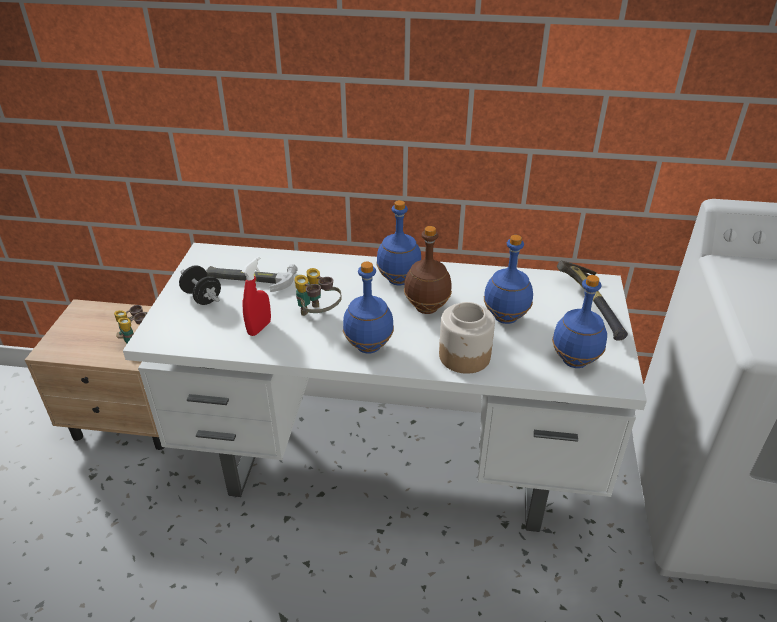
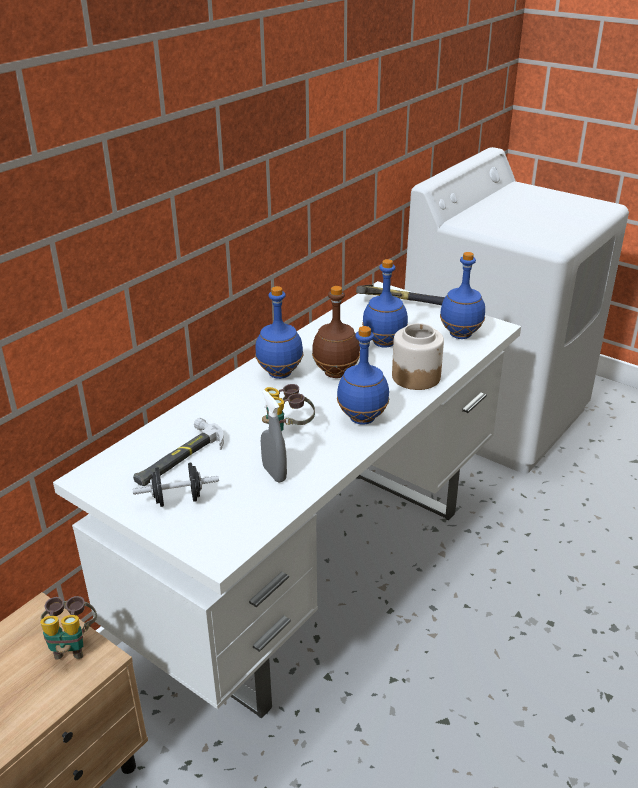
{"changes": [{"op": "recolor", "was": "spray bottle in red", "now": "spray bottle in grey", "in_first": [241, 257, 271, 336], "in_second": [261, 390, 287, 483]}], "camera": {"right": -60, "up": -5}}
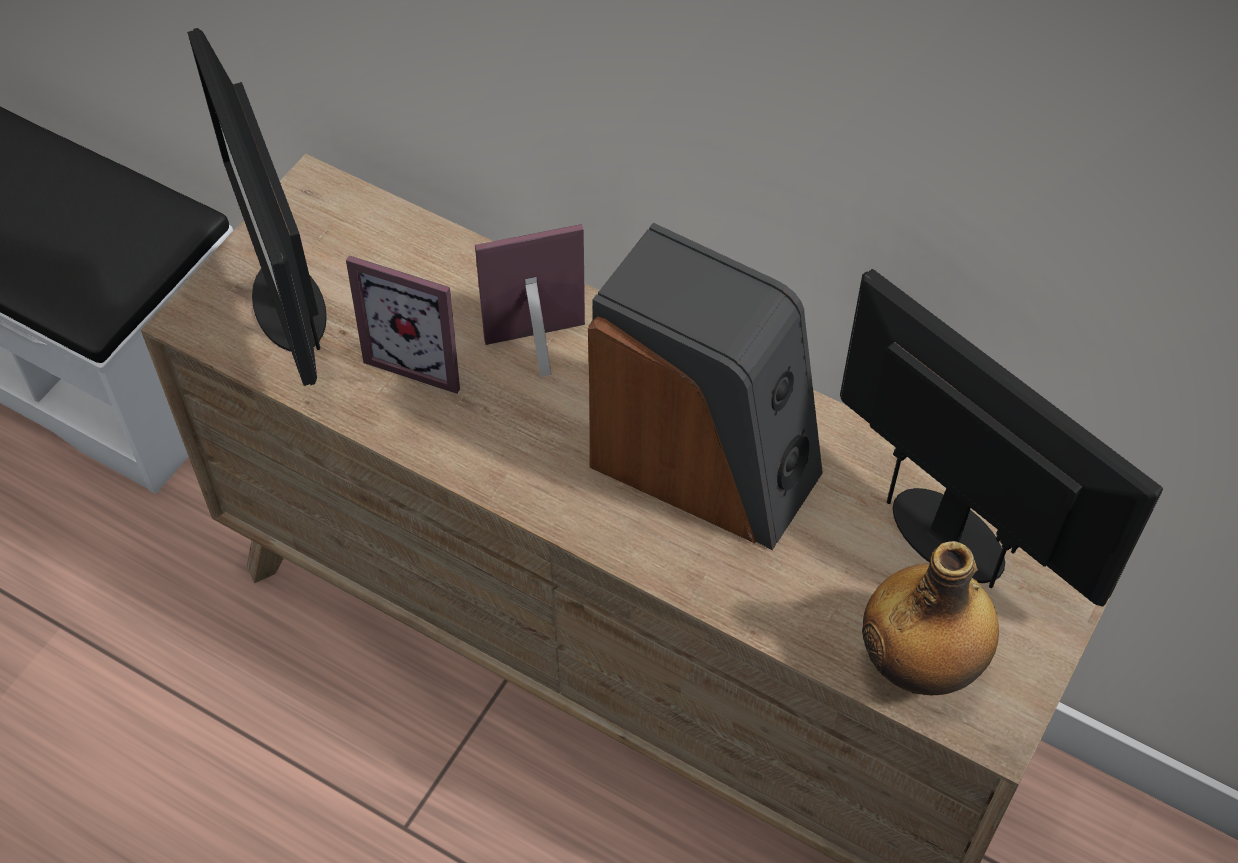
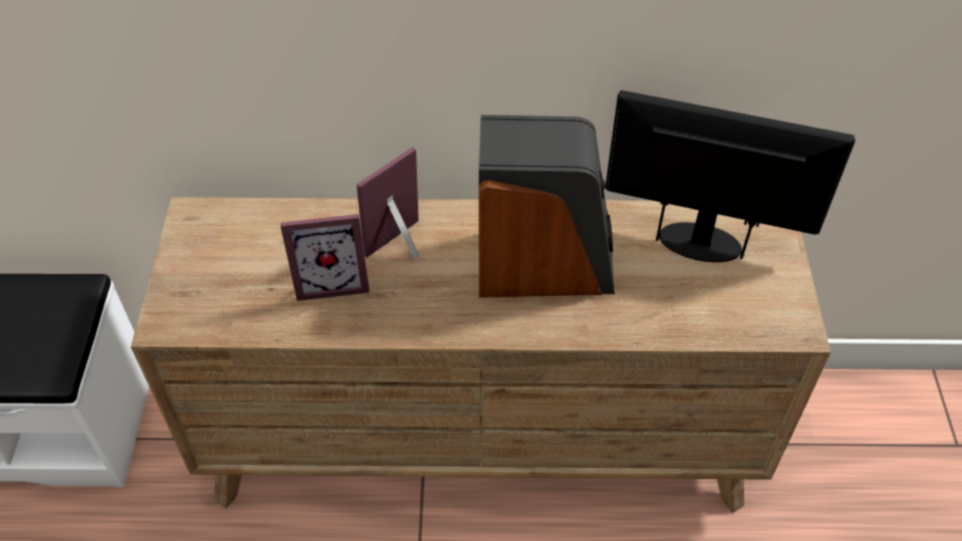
{"changes": [{"op": "delete", "was": "monitor", "in_first": [187, 28, 327, 386]}, {"op": "delete", "was": "bottle", "in_first": [862, 541, 999, 695]}], "camera": {"right": -30, "up": -5}}
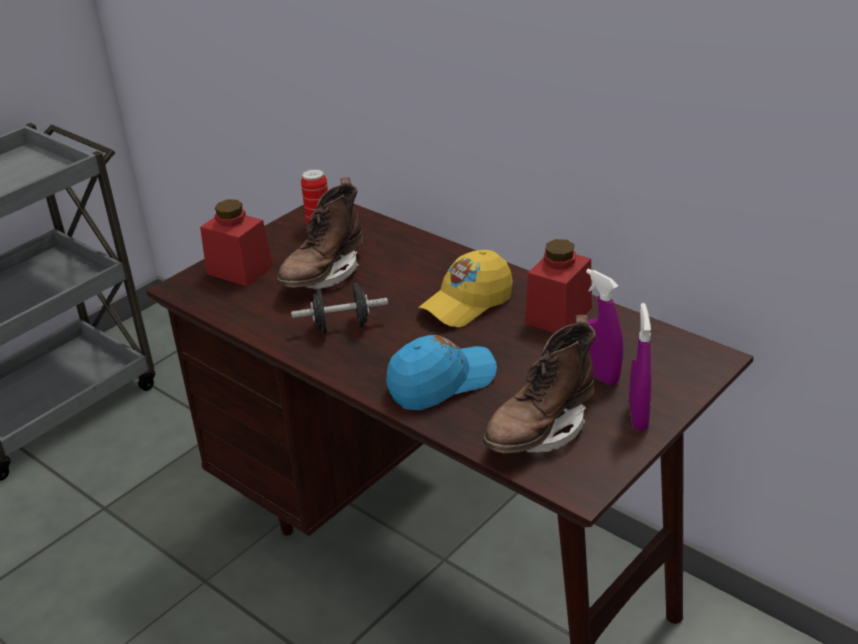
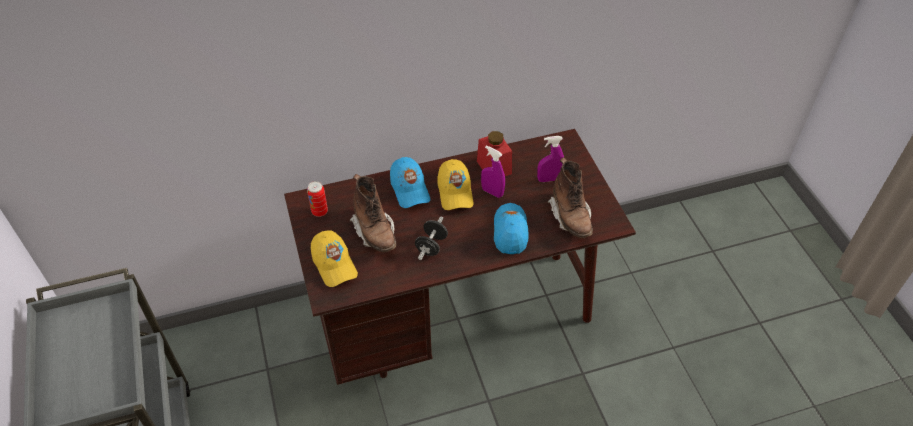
{"changes": [{"op": "replace", "was": "jar in red", "now": "cap in yellow", "in_first": [200, 200, 273, 287], "in_second": [311, 230, 358, 287]}, {"op": "insert", "now": "cap in blue", "in_second": [390, 157, 430, 208]}, {"op": "move", "was": "spray bottle in purple", "in_first": [629, 303, 652, 431], "in_second": [481, 146, 505, 198]}], "camera": {"right": -60, "up": 15}}
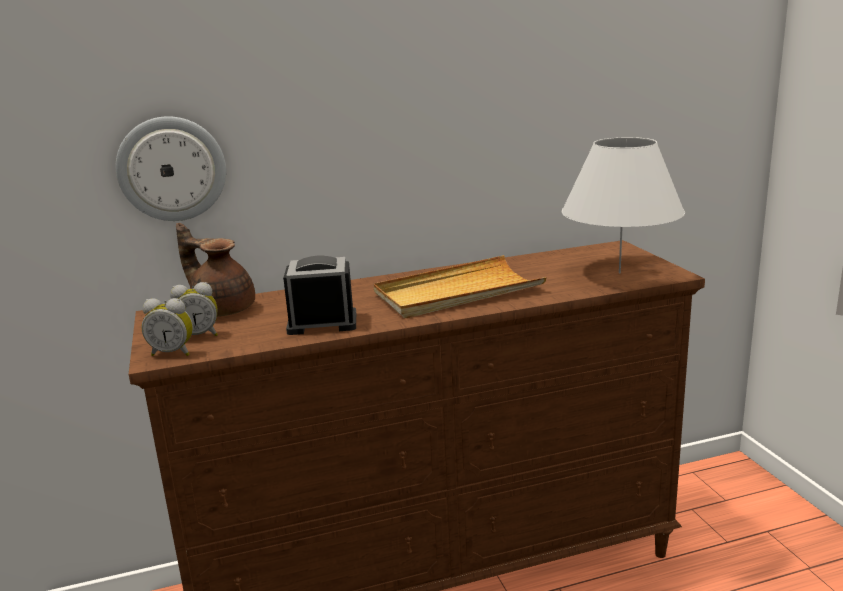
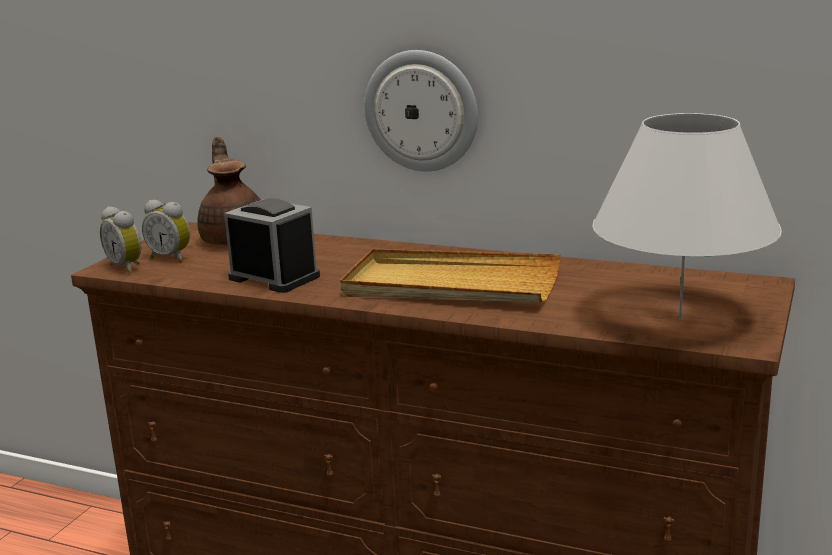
{"changes": [{"op": "move", "was": "wall clock", "in_first": [116, 116, 226, 221], "in_second": [364, 50, 478, 171]}], "camera": {"right": 40, "up": 0}}
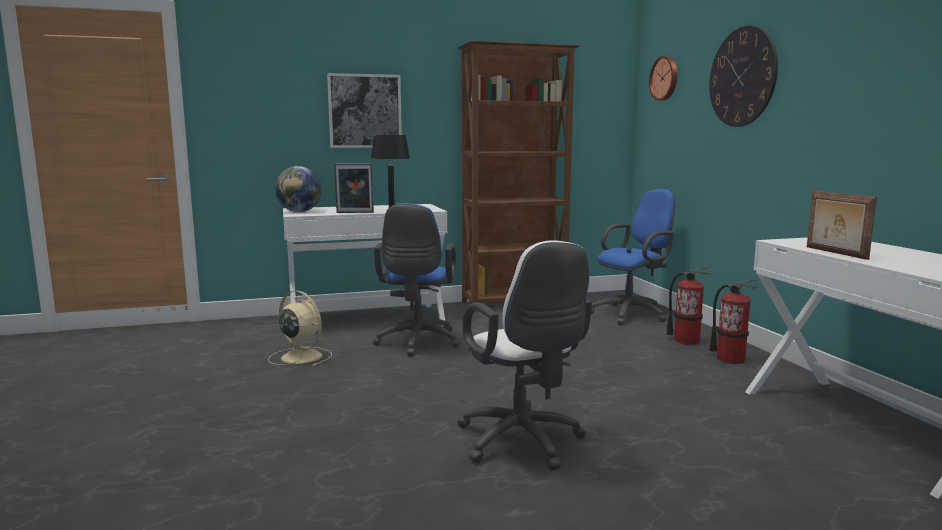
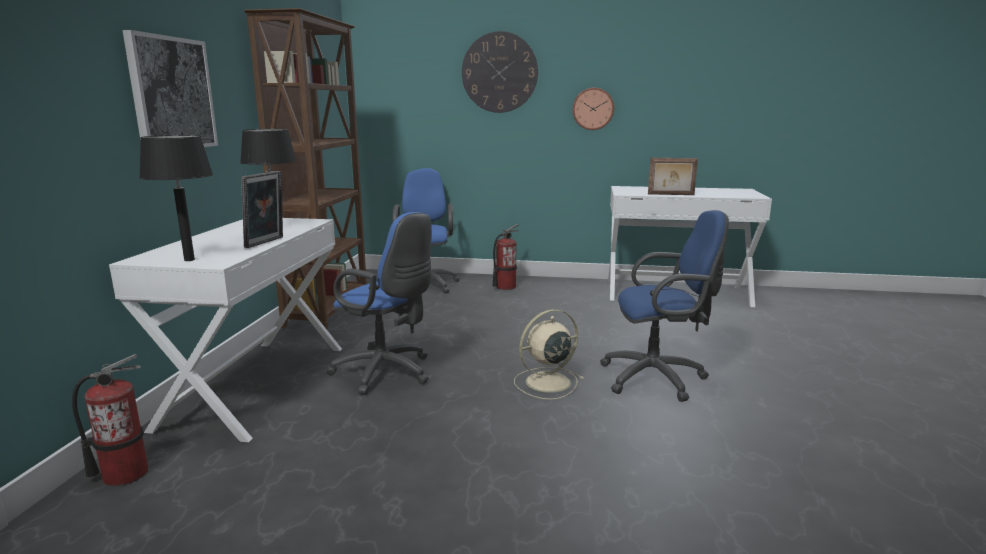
{"changes": [{"op": "move", "was": "fire extinguisher", "in_first": [709, 279, 758, 364], "in_second": [72, 354, 148, 486]}, {"op": "replace", "was": "globe", "now": "table lamp in black", "in_first": [275, 166, 322, 212], "in_second": [139, 135, 213, 261]}, {"op": "move", "was": "fan in beige", "in_first": [268, 290, 332, 366], "in_second": [514, 309, 584, 400]}, {"op": "move", "was": "wall clock", "in_first": [649, 56, 678, 101], "in_second": [573, 88, 614, 130]}, {"op": "recolor", "was": "office chair in white", "now": "office chair in blue", "in_first": [457, 240, 592, 471], "in_second": [600, 210, 729, 402]}], "camera": {"right": -65, "up": 5}}
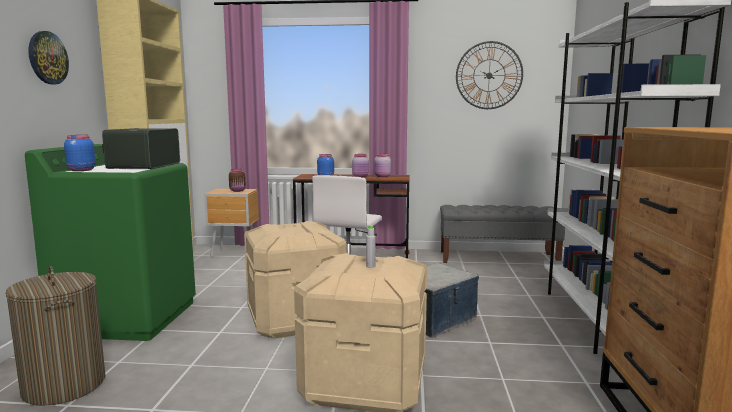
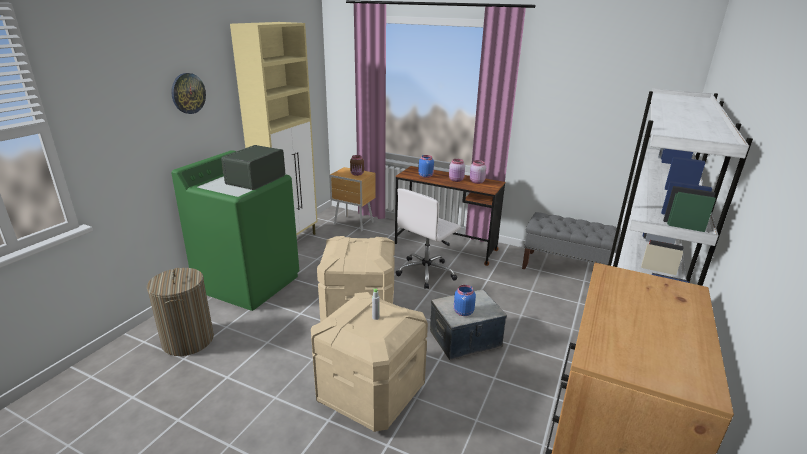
{"changes": [{"op": "move", "was": "jar in blue", "in_first": [64, 135, 96, 171], "in_second": [454, 285, 476, 316]}, {"op": "delete", "was": "wall clock", "in_first": [456, 41, 523, 109]}], "camera": {"right": 20, "up": 15}}
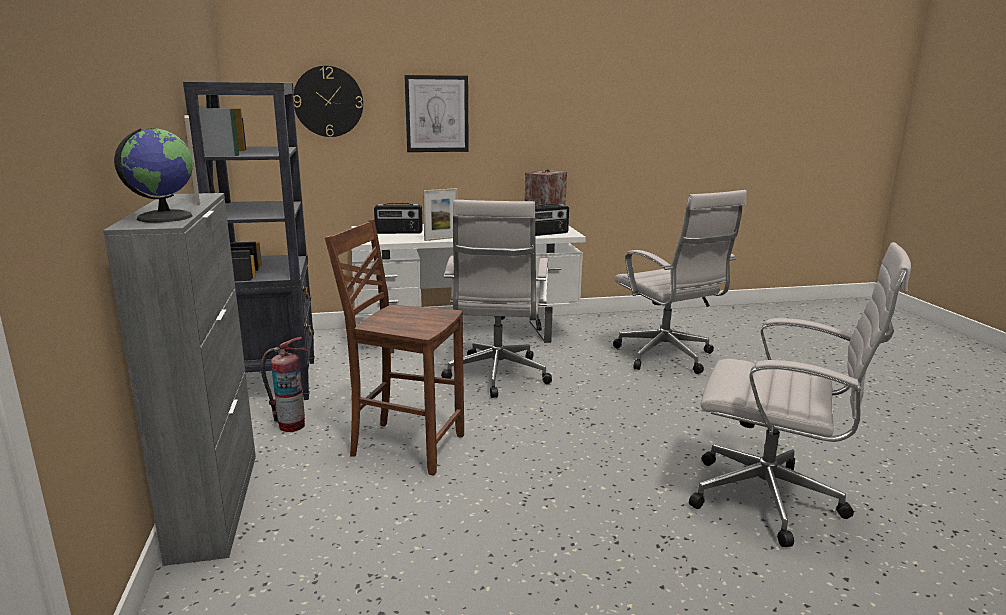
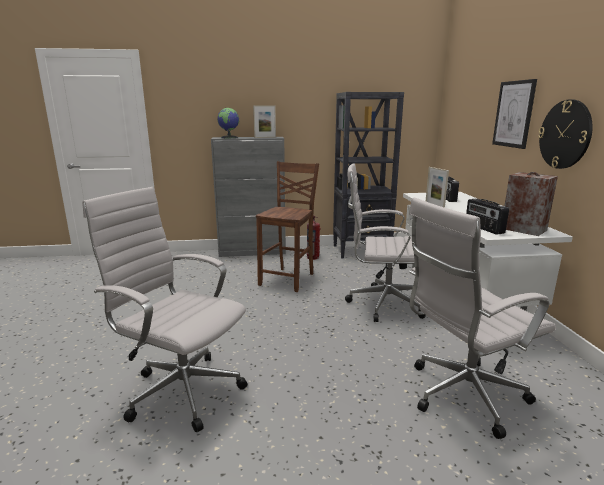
{"changes": [{"op": "rotate", "was": "office chair in white", "in_first": [689, 242, 911, 547], "in_second": [82, 187, 247, 432], "clockwise": 90}, {"op": "move", "was": "wall clock", "in_first": [293, 66, 363, 137], "in_second": [538, 100, 593, 169]}], "camera": {"right": 95, "up": 0}}
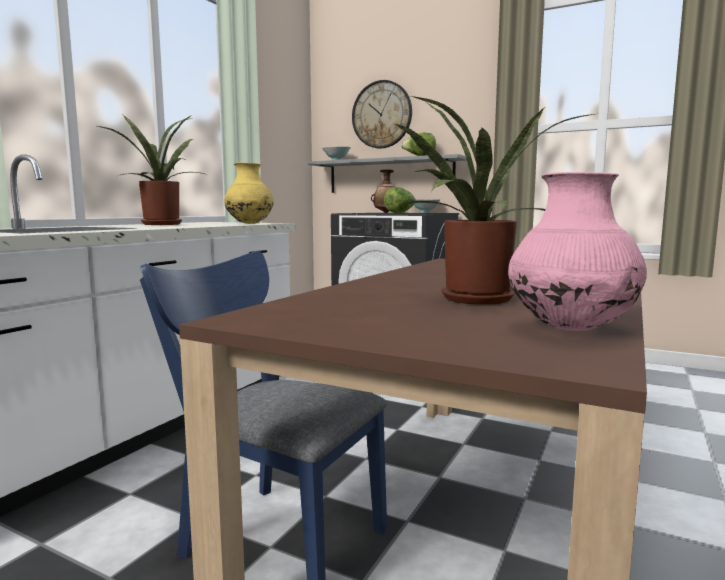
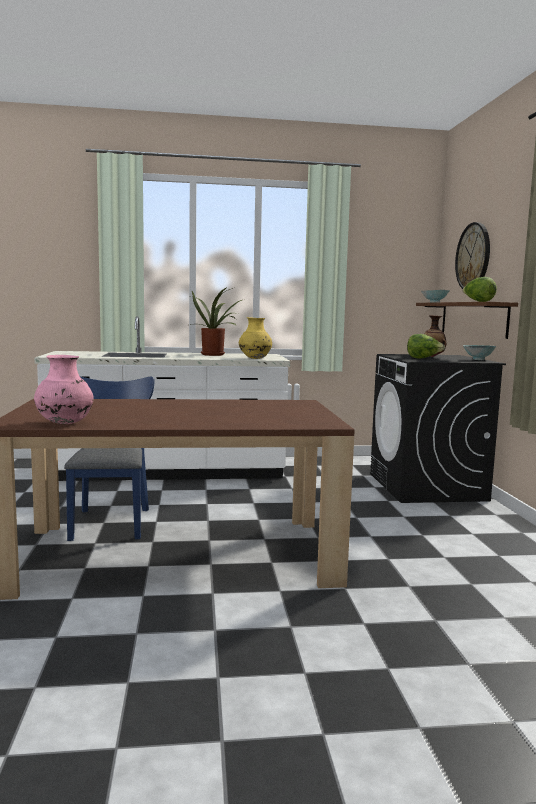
{"changes": [{"op": "recolor", "was": "shelf in grey", "now": "shelf in brown", "in_first": [308, 154, 467, 193], "in_second": [416, 302, 518, 339]}, {"op": "delete", "was": "potted plant", "in_first": [395, 96, 594, 305]}], "camera": {"right": 55, "up": 0}}
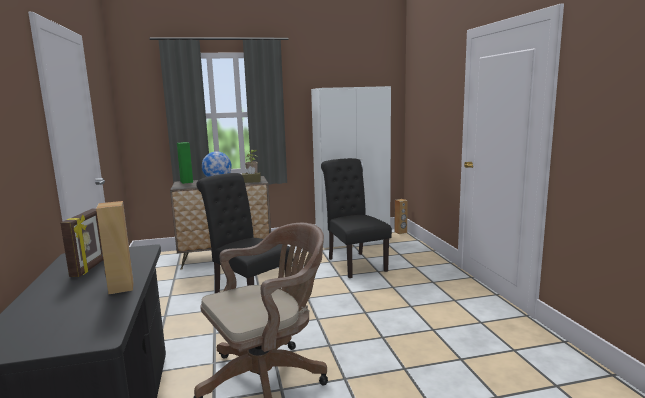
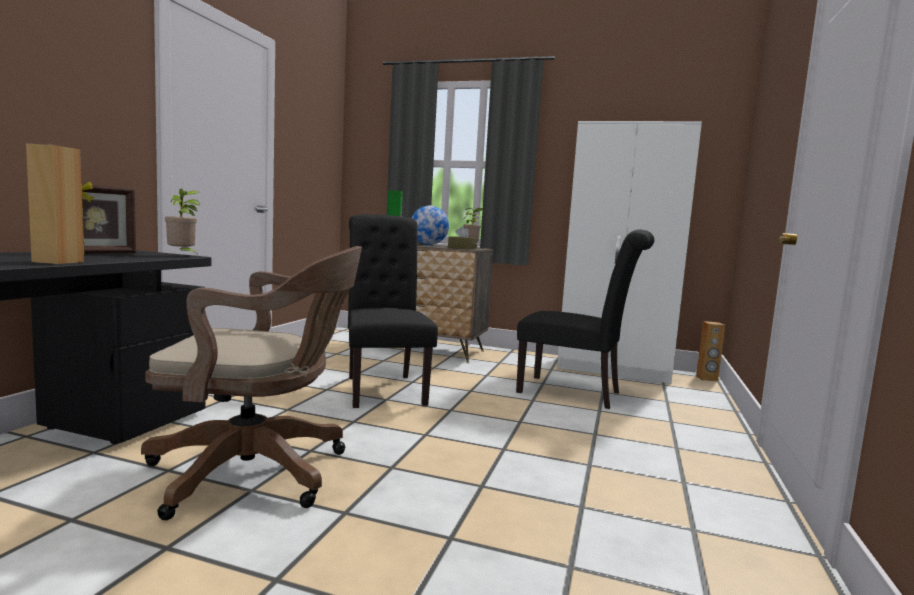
{"changes": [{"op": "insert", "now": "potted plant", "in_second": [165, 188, 200, 255]}, {"op": "rotate", "was": "chair in black", "in_first": [321, 158, 392, 278], "in_second": [516, 230, 654, 409], "clockwise": 105}], "camera": {"right": 30, "up": -5}}
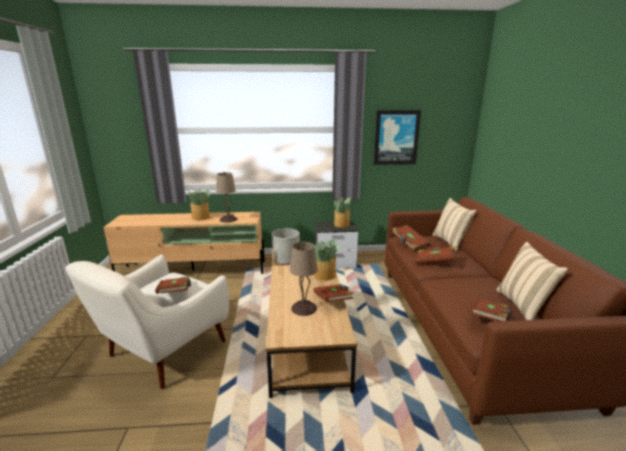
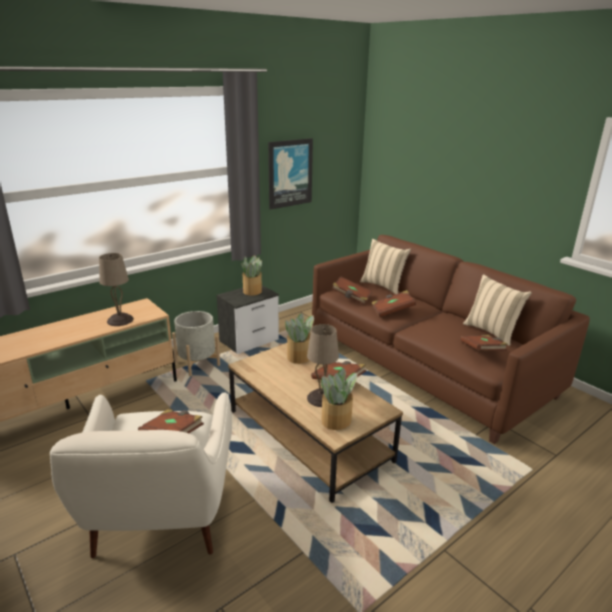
{"changes": [{"op": "move", "was": "potted plant", "in_first": [188, 189, 210, 220], "in_second": [321, 368, 357, 430]}], "camera": {"right": -35, "up": 5}}
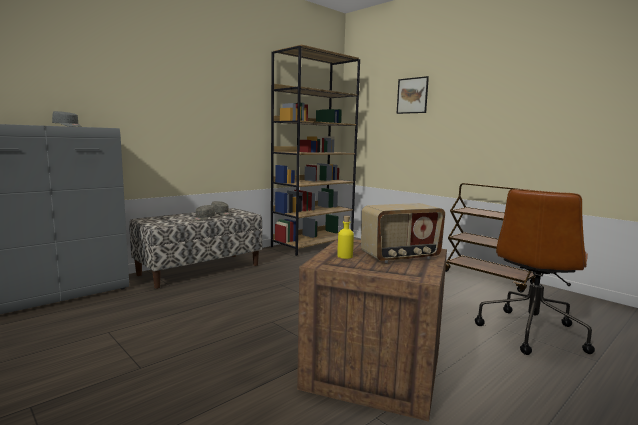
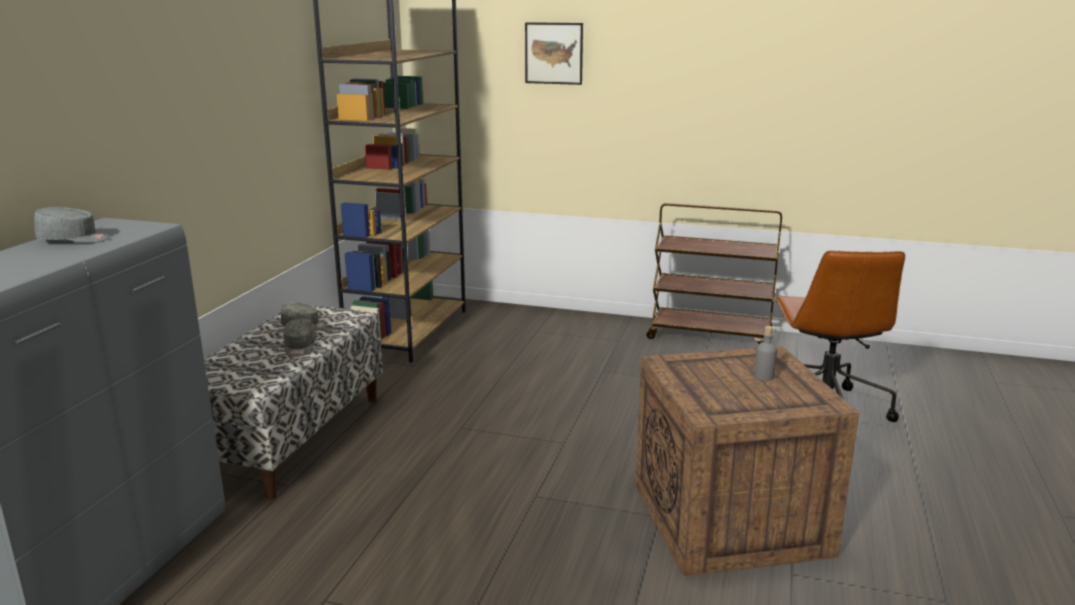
{"changes": [{"op": "replace", "was": "radio", "now": "bottle in grey", "in_first": [361, 203, 445, 263], "in_second": [754, 326, 777, 381]}, {"op": "delete", "was": "bottle in yellow", "in_first": [337, 215, 354, 259]}], "camera": {"right": -30, "up": 10}}
